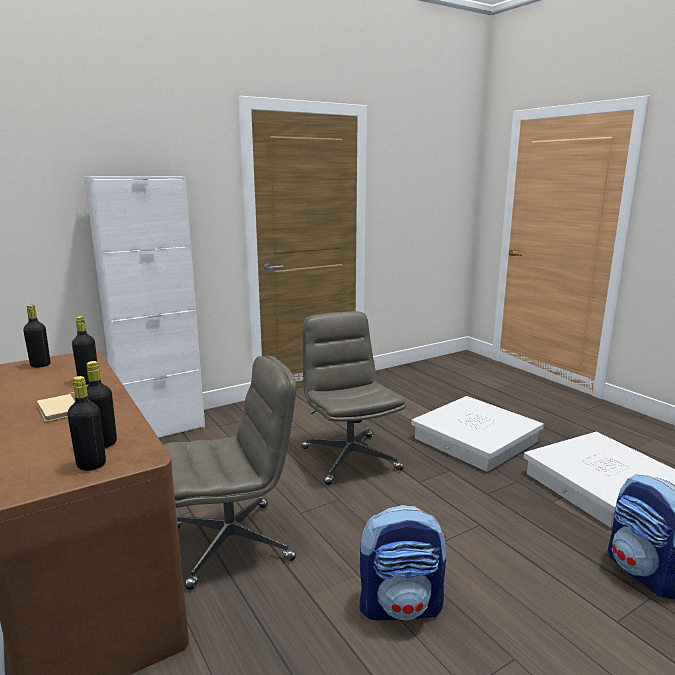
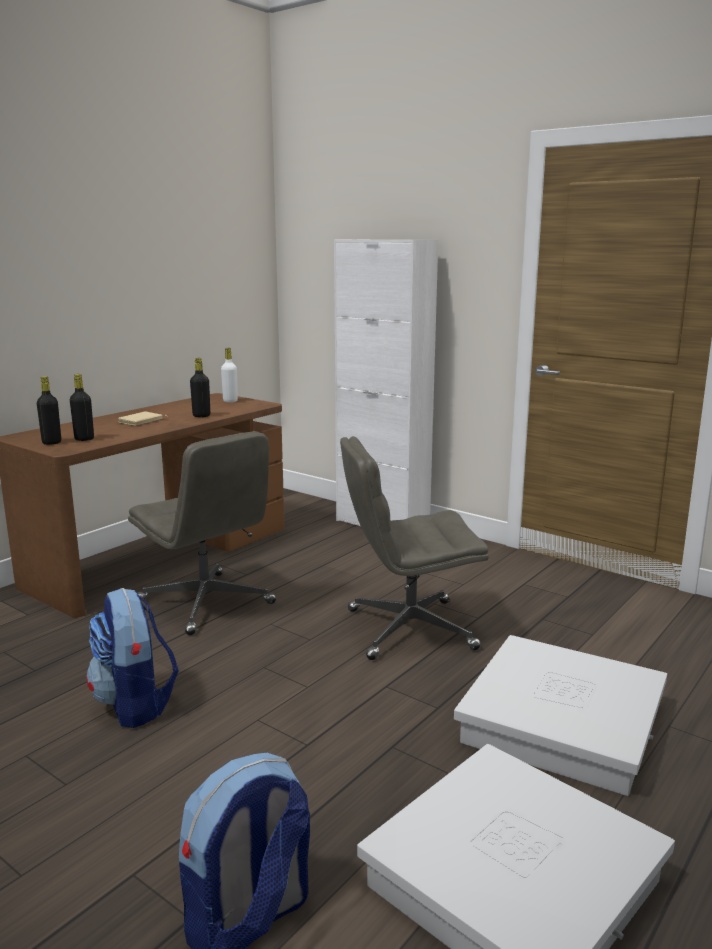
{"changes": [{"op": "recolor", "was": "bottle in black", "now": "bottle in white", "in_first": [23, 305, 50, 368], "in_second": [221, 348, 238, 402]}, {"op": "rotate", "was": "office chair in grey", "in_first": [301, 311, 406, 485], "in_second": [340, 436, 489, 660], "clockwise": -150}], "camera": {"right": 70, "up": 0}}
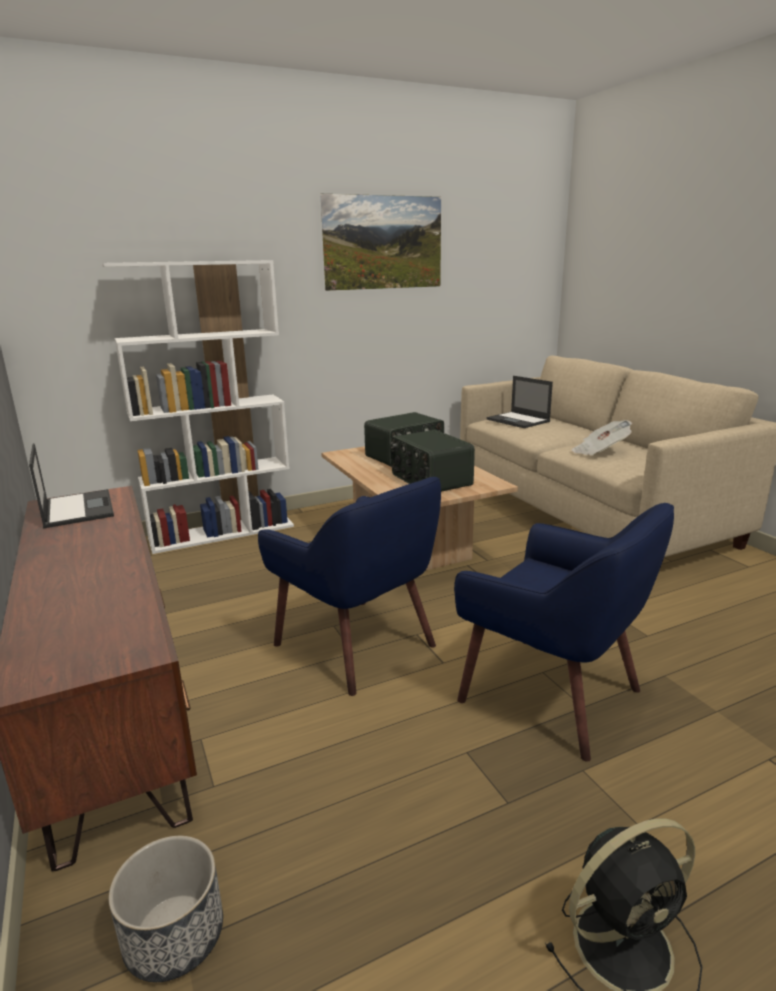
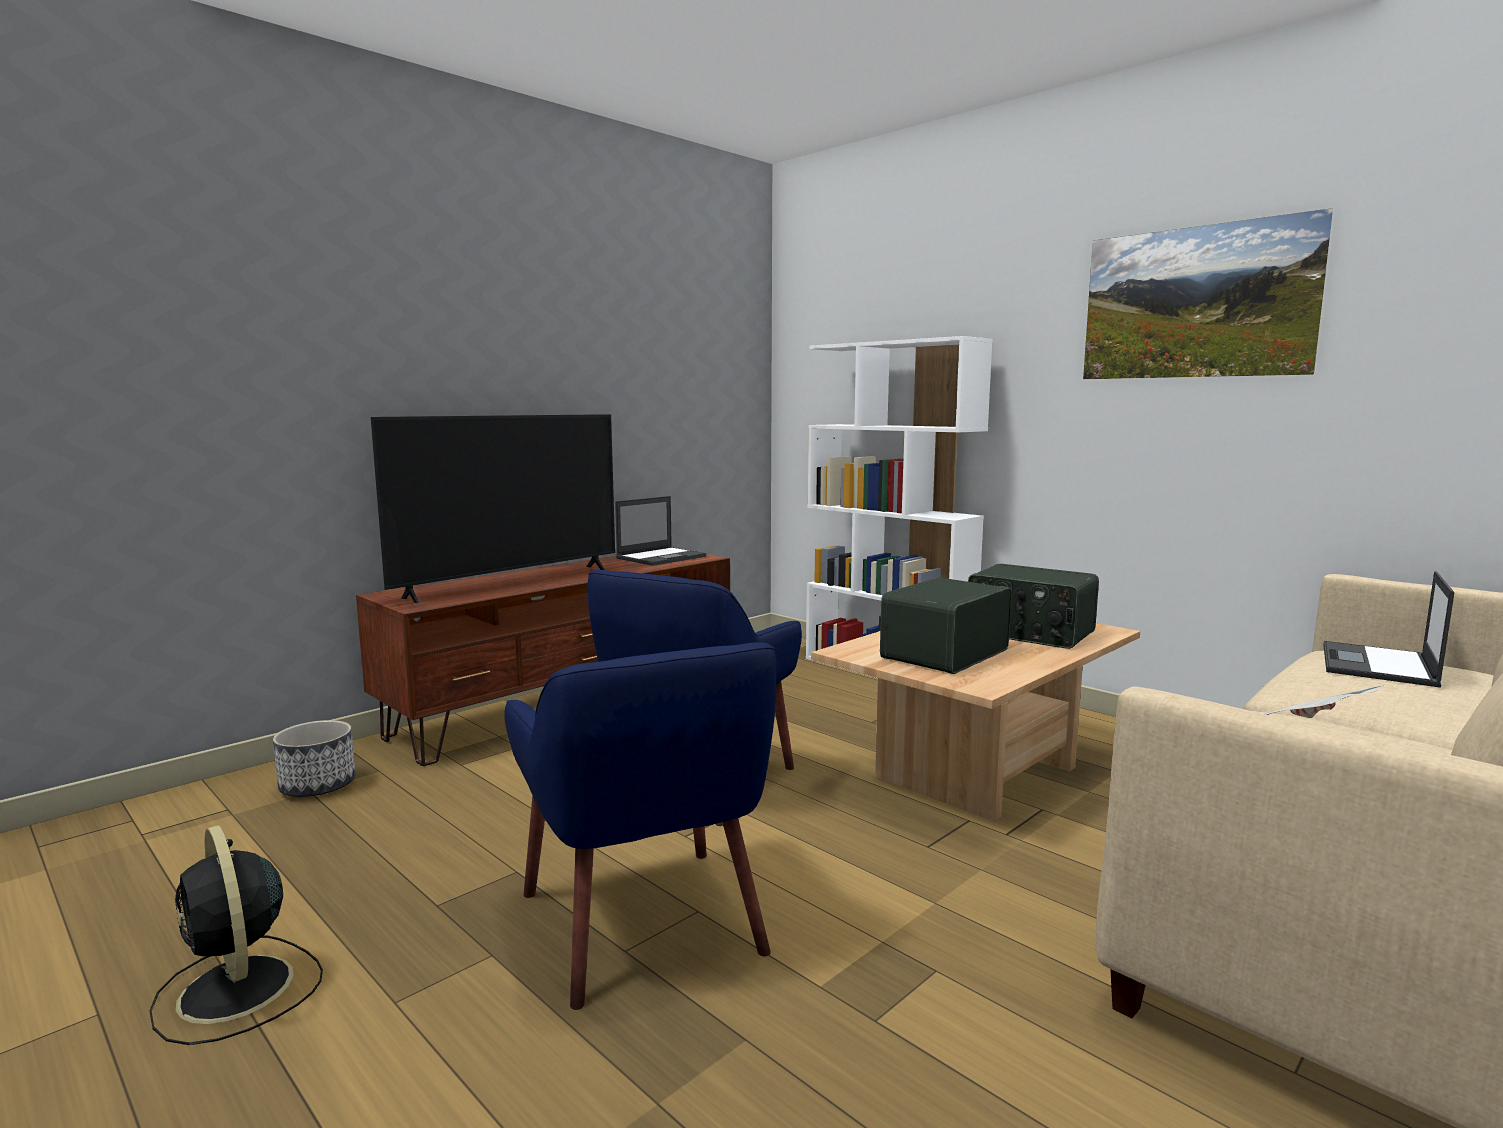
{"changes": [{"op": "insert", "now": "television", "in_second": [371, 414, 615, 603]}, {"op": "rotate", "was": "armchair in blue", "in_first": [454, 503, 674, 762], "in_second": [504, 642, 776, 1010], "clockwise": -45}], "camera": {"right": 70, "up": -10}}
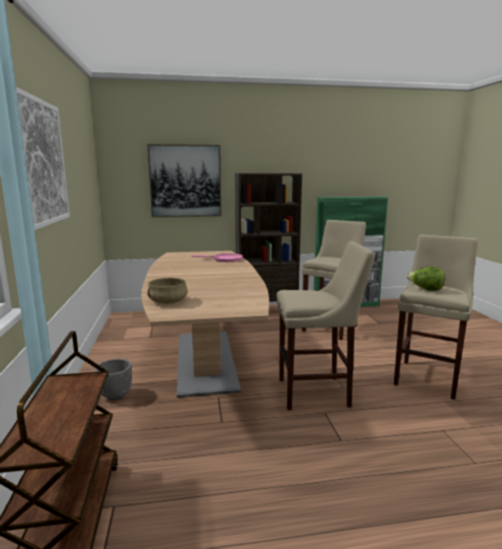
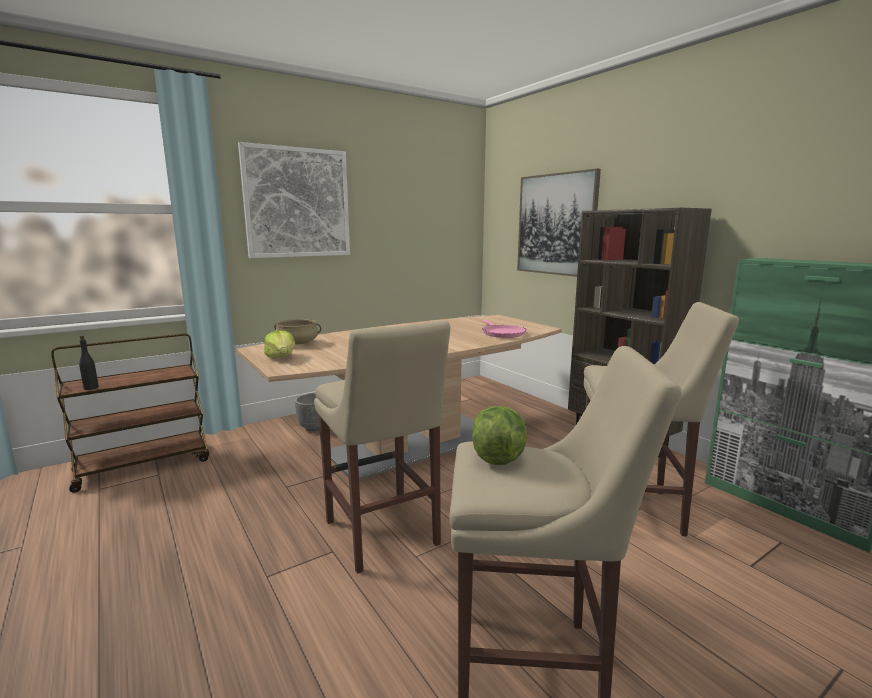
{"changes": [{"op": "insert", "now": "bottle in black", "in_second": [79, 335, 99, 390]}, {"op": "insert", "now": "lettuce", "in_second": [264, 330, 296, 359]}], "camera": {"right": 65, "up": 0}}
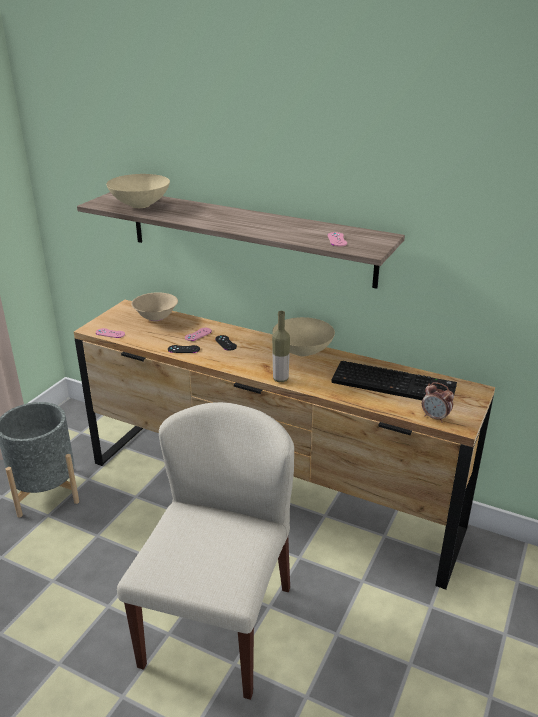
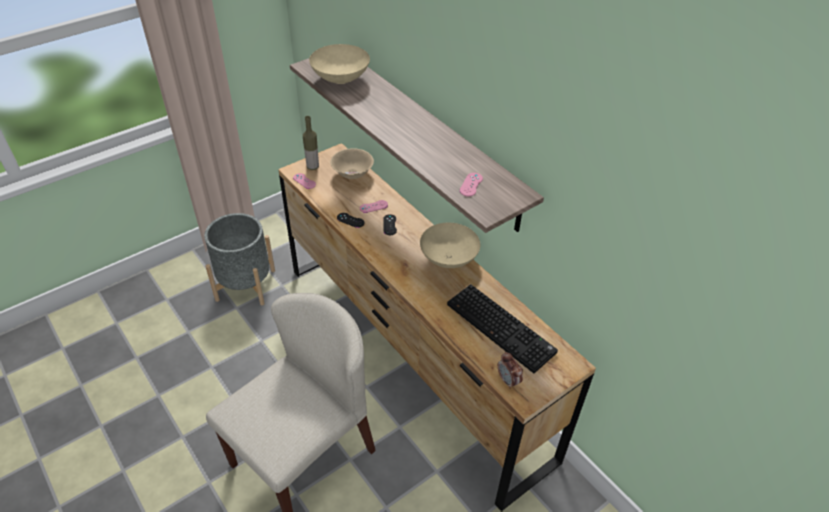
{"changes": [{"op": "move", "was": "bottle", "in_first": [272, 311, 290, 382], "in_second": [303, 116, 319, 170]}], "camera": {"right": 25, "up": 15}}
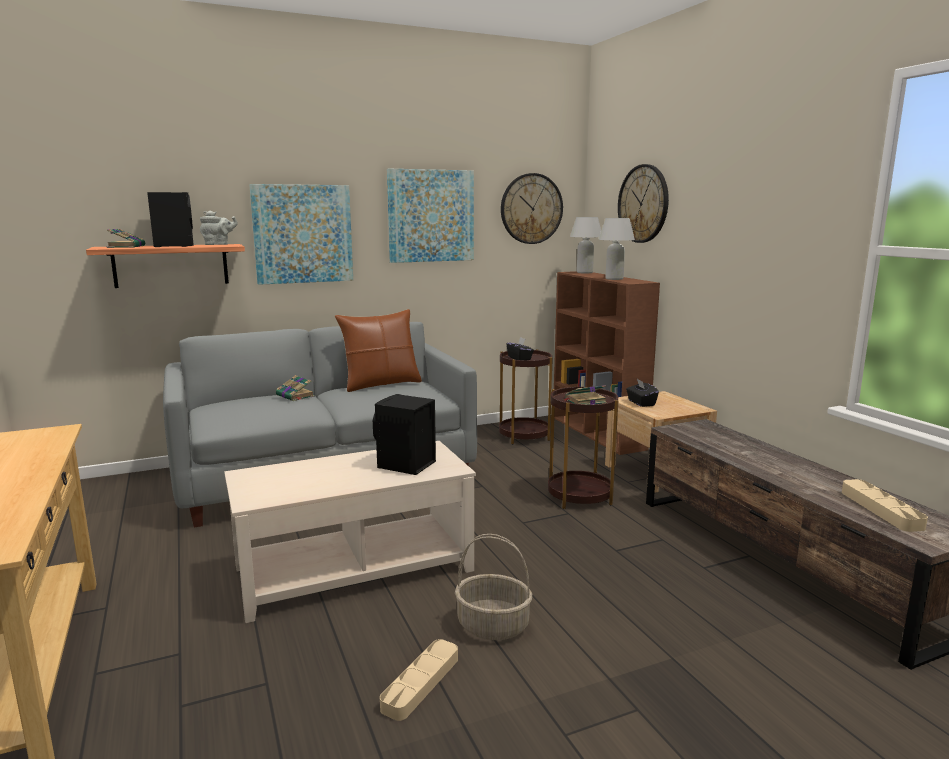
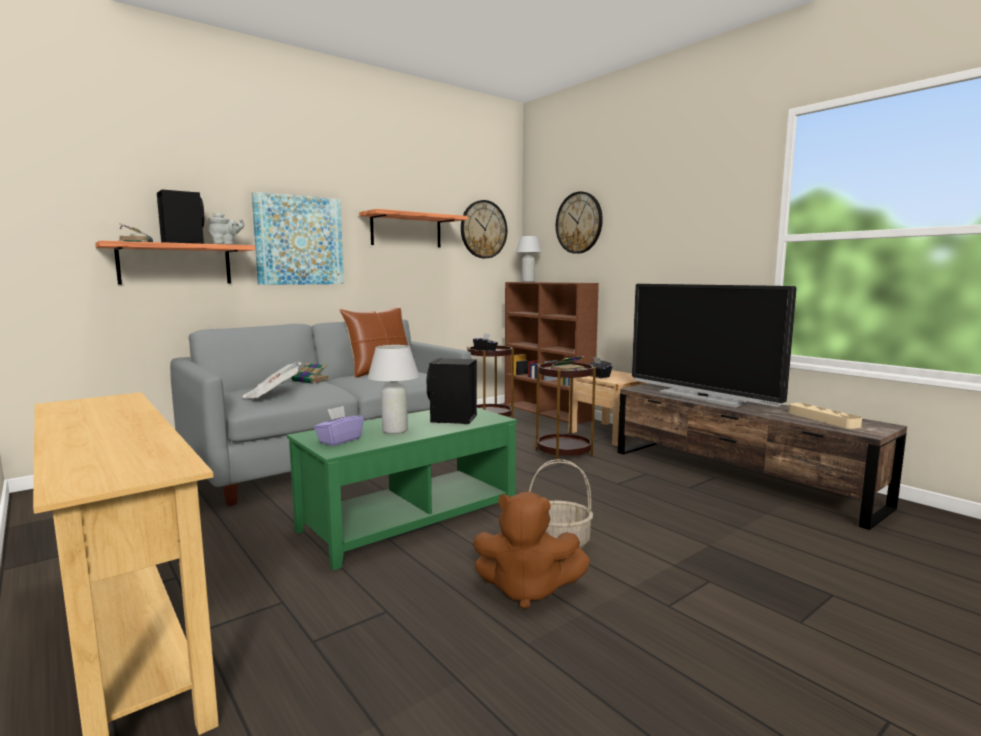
{"changes": [{"op": "insert", "now": "newspaper", "in_second": [242, 362, 302, 399]}, {"op": "recolor", "was": "coffee table in beige", "now": "coffee table in green", "in_first": [224, 441, 476, 623], "in_second": [287, 408, 517, 570]}, {"op": "insert", "now": "tissue box in purple", "in_second": [314, 406, 364, 446]}, {"op": "replace", "was": "picture", "now": "shelf", "in_first": [387, 169, 474, 263], "in_second": [359, 209, 468, 247]}, {"op": "move", "was": "table lamp in white", "in_first": [598, 218, 635, 280], "in_second": [368, 345, 419, 434]}, {"op": "replace", "was": "tray in beige", "now": "plush toy in brown", "in_first": [380, 639, 458, 721], "in_second": [473, 492, 590, 609]}, {"op": "insert", "now": "television", "in_second": [632, 284, 797, 407]}], "camera": {"right": -15, "up": -5}}
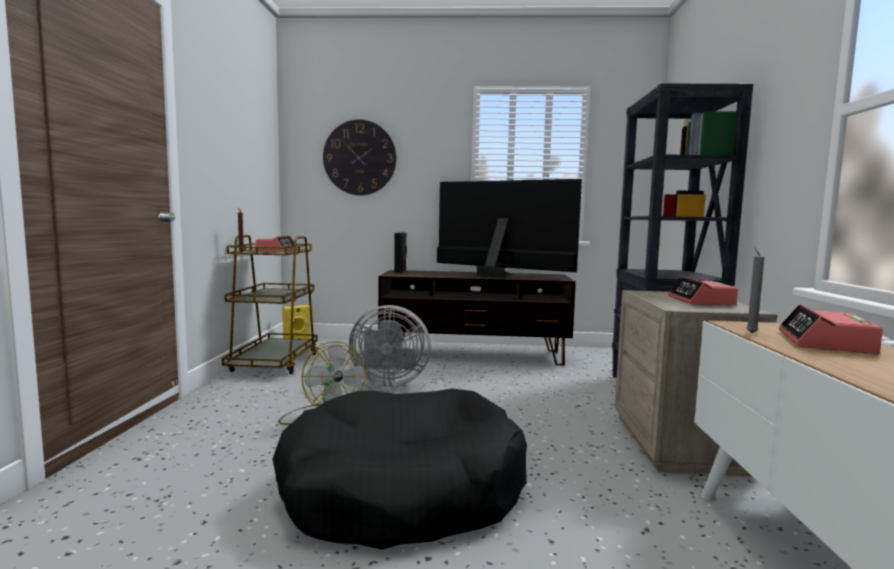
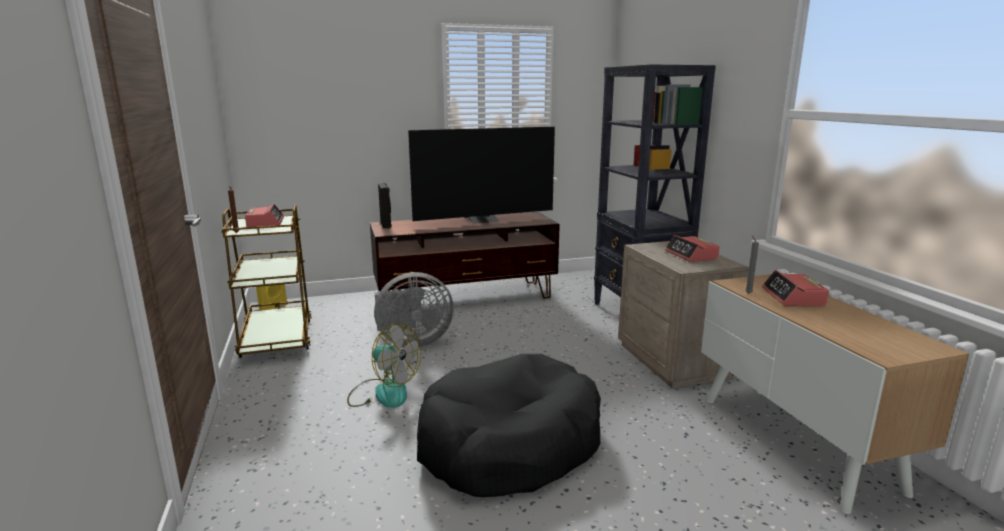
{"changes": [{"op": "rotate", "was": "television", "in_first": [437, 179, 582, 278], "in_second": [408, 127, 555, 223], "clockwise": 150}, {"op": "delete", "was": "wall clock", "in_first": [323, 120, 396, 195]}], "camera": {"right": -20, "up": 10}}
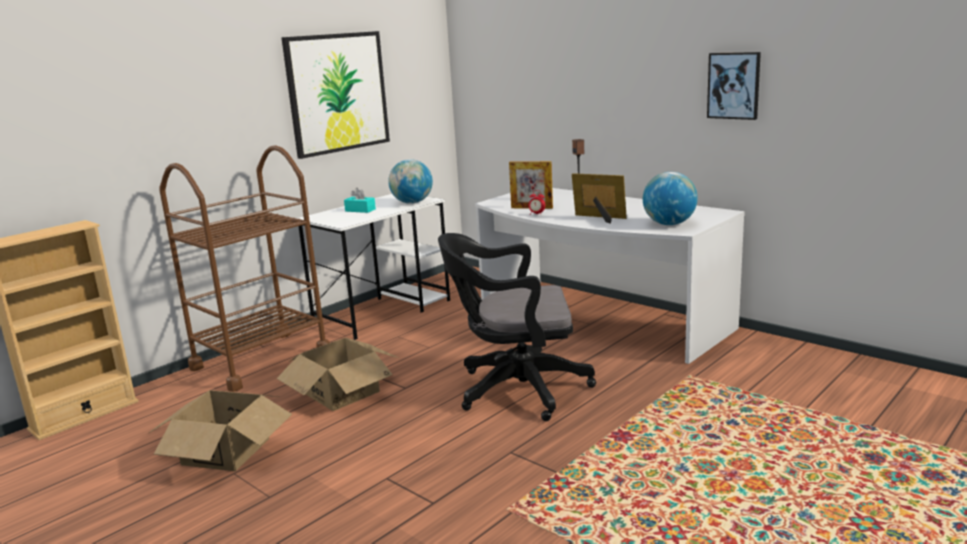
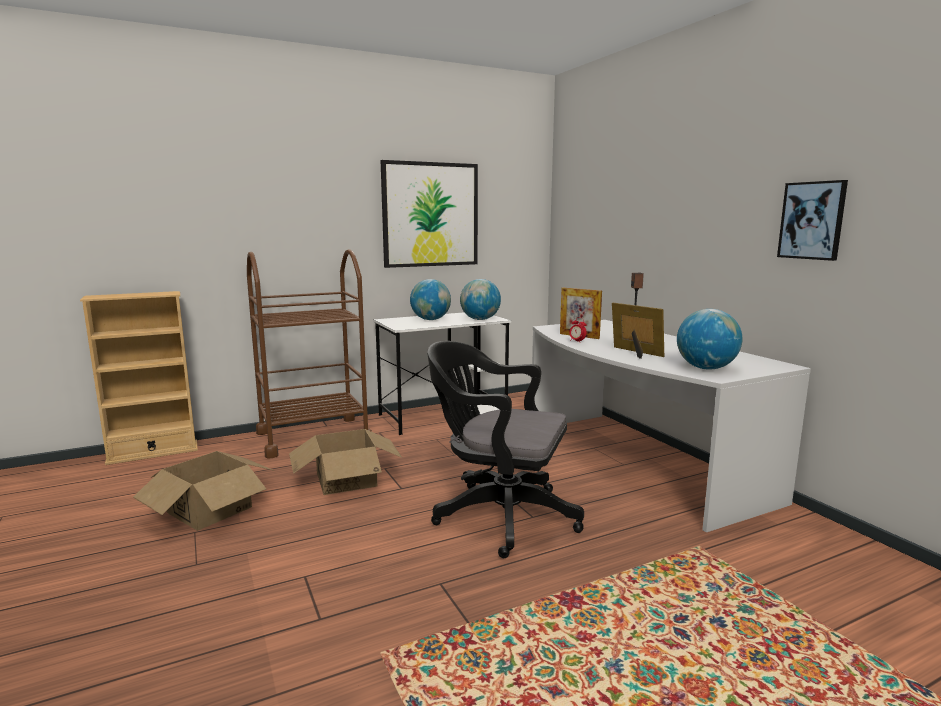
{"changes": [{"op": "replace", "was": "tissue box in turquoise", "now": "globe", "in_first": [344, 188, 376, 213], "in_second": [410, 279, 451, 320]}], "camera": {"right": 20, "up": -5}}
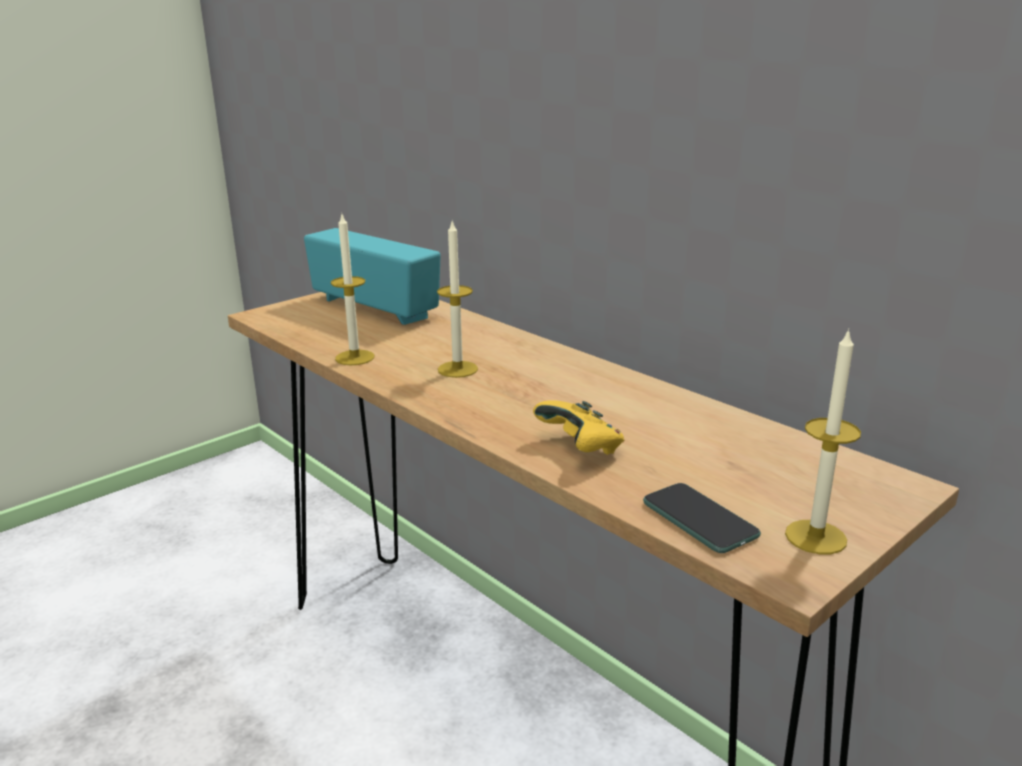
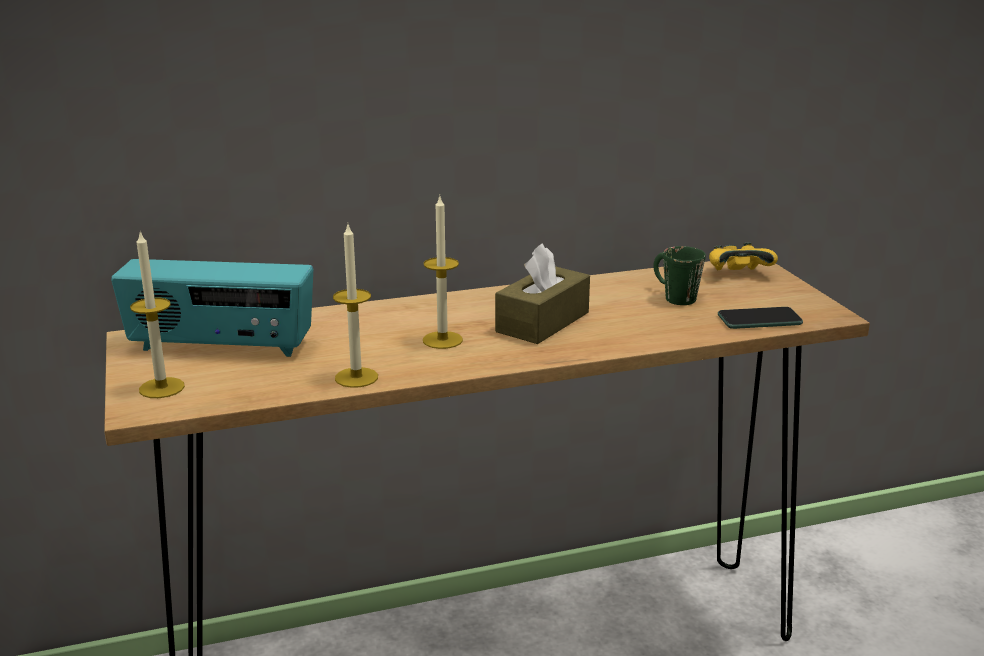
{"changes": [{"op": "rotate", "was": "radio", "in_first": [304, 228, 441, 325], "in_second": [111, 259, 313, 357], "clockwise": -150}, {"op": "move", "was": "candle", "in_first": [785, 329, 861, 554], "in_second": [130, 232, 185, 398]}, {"op": "insert", "now": "tissue box in brown", "in_second": [495, 243, 590, 344]}, {"op": "insert", "now": "mug in green", "in_second": [653, 246, 706, 305]}, {"op": "move", "was": "game controller in yellow", "in_first": [533, 400, 624, 455], "in_second": [709, 242, 778, 270]}], "camera": {"right": -65, "up": 0}}
